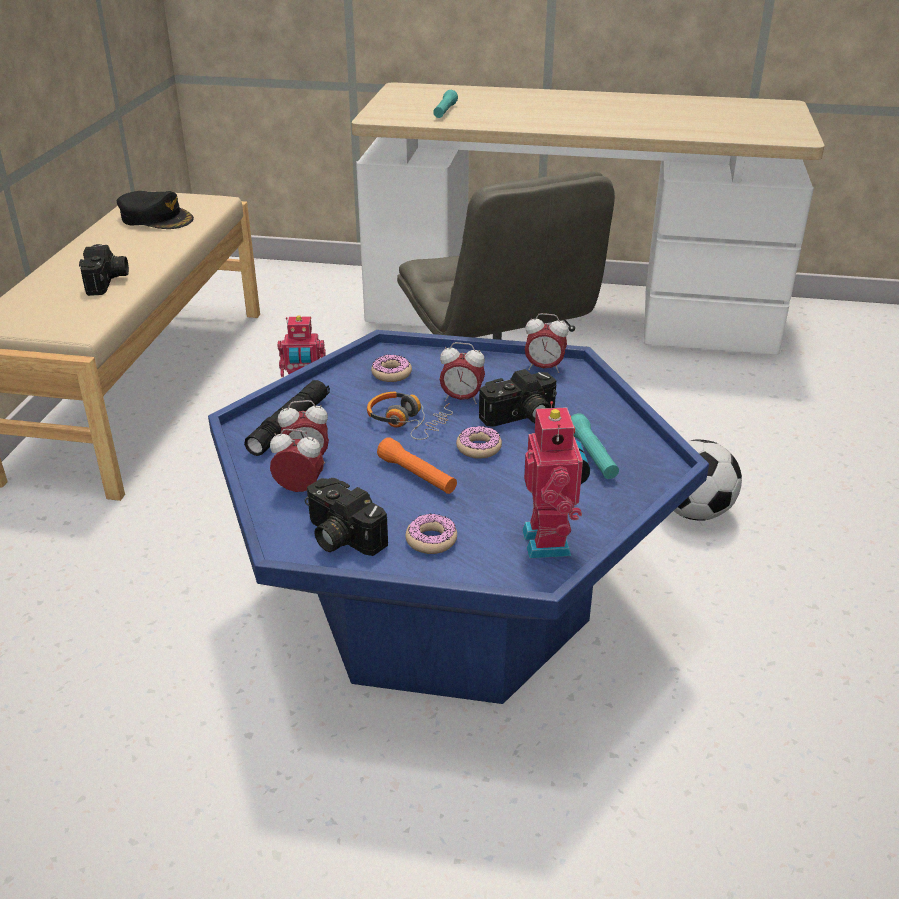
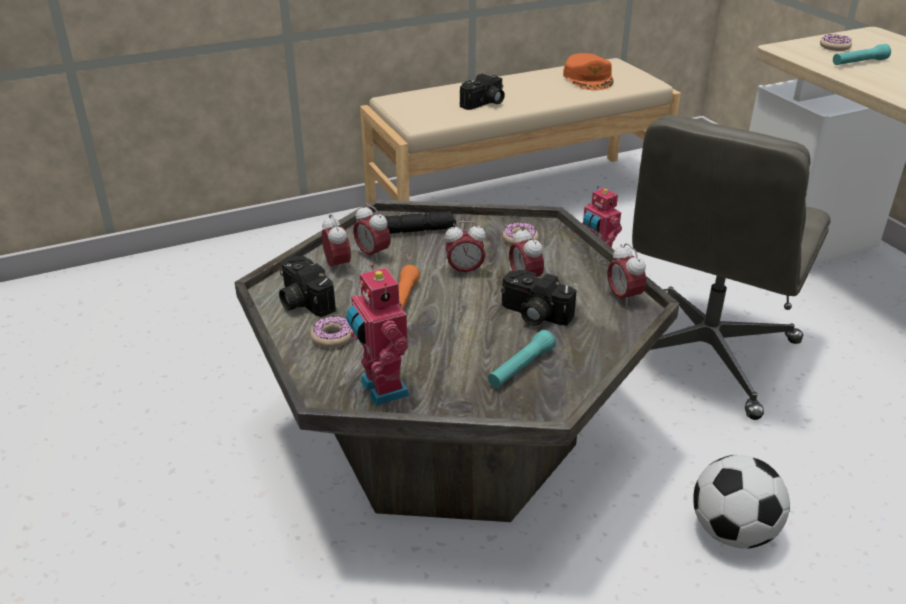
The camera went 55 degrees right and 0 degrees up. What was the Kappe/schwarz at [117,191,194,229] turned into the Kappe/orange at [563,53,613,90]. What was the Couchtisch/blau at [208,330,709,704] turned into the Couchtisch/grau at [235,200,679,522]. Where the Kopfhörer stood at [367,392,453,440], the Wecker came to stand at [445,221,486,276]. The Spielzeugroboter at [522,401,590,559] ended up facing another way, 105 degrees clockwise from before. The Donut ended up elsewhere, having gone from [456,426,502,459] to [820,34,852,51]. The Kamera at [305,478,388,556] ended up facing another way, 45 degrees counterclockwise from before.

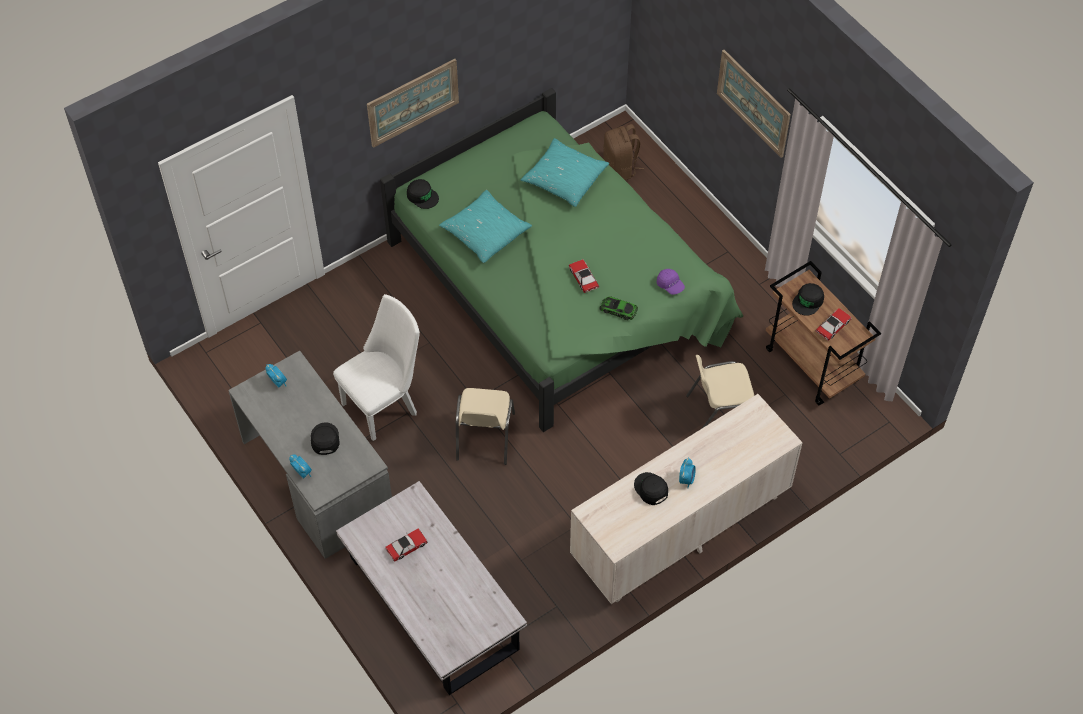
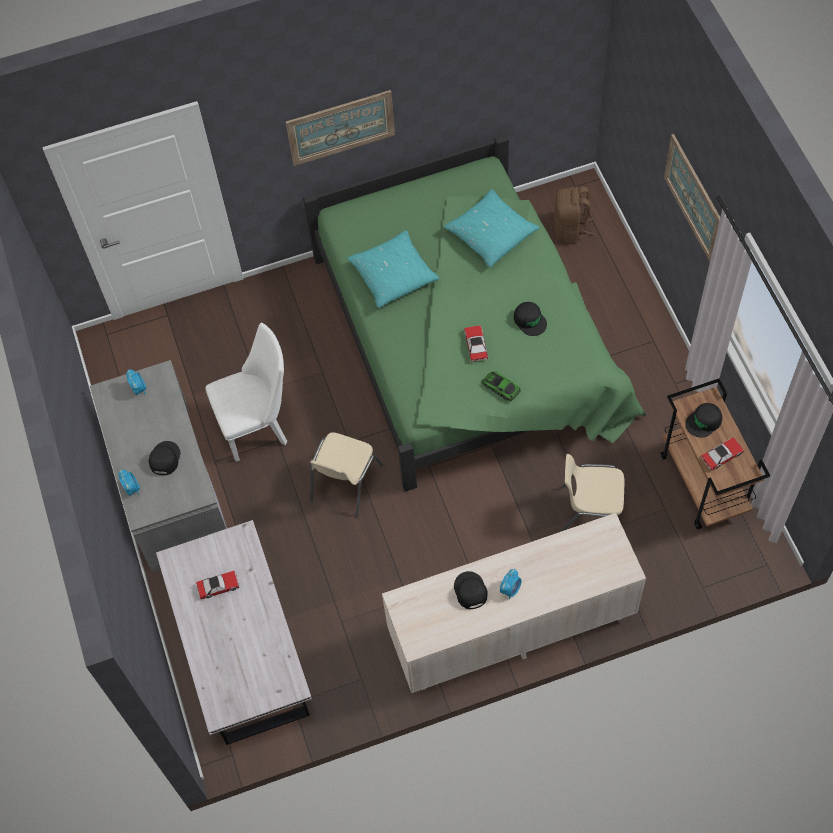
The camera went 20 degrees right and 5 degrees up. The Kappe/schwarz ended up elsewhere, having gone from [407,179,439,209] to [514,302,547,336]. The second view lost the Kappe/lila at [657,269,685,295].

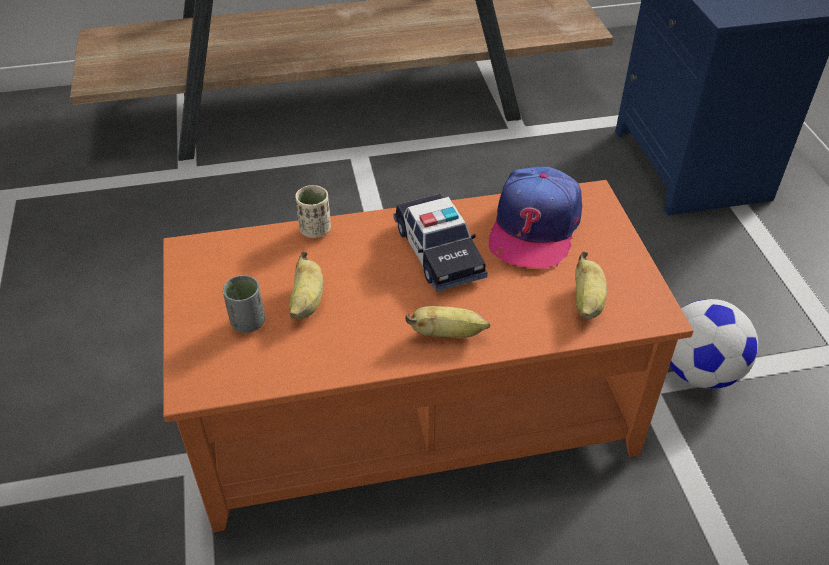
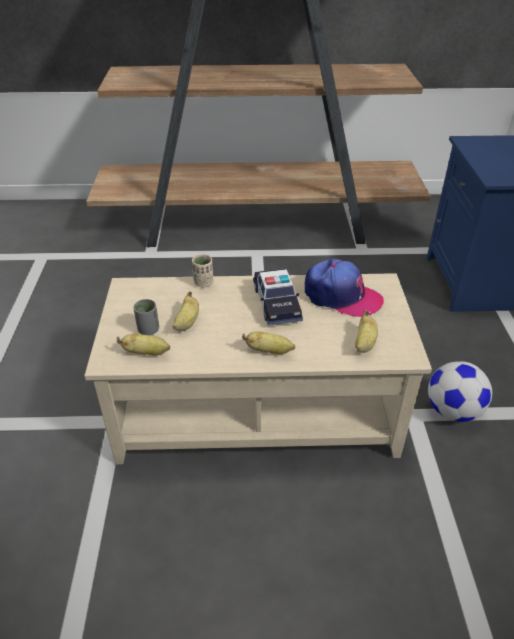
The camera went 10 degrees right and 5 degrees down. The Kappe at [489,166,582,269] ended up facing another way, 90 degrees counterclockwise from before. What was the Couchtisch/orange at [163,180,693,532] turned into the Couchtisch/beige at [84,273,432,465]. The second view gained the Banane at [117,334,170,355].

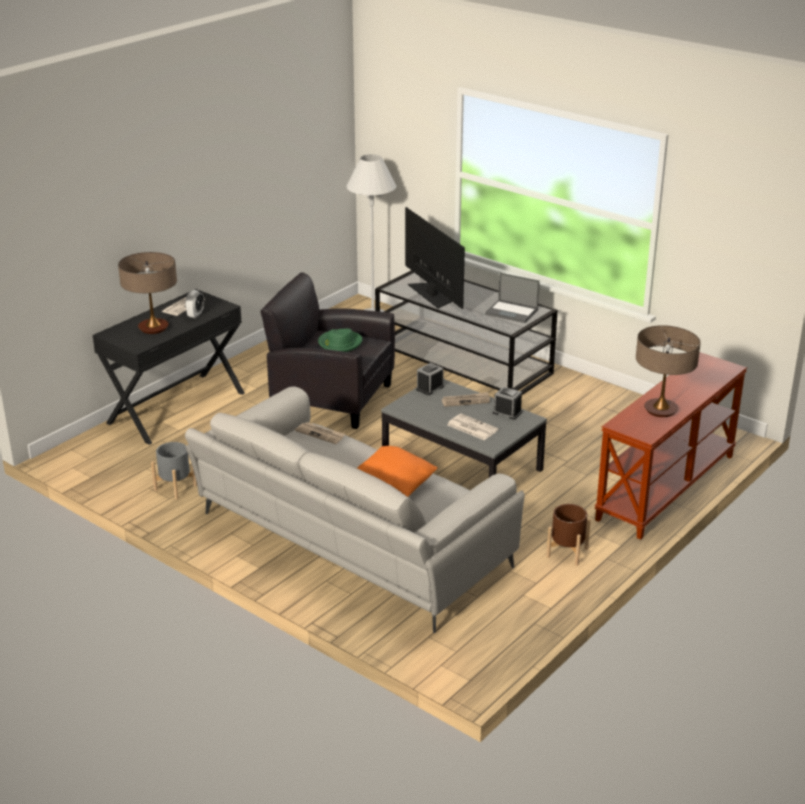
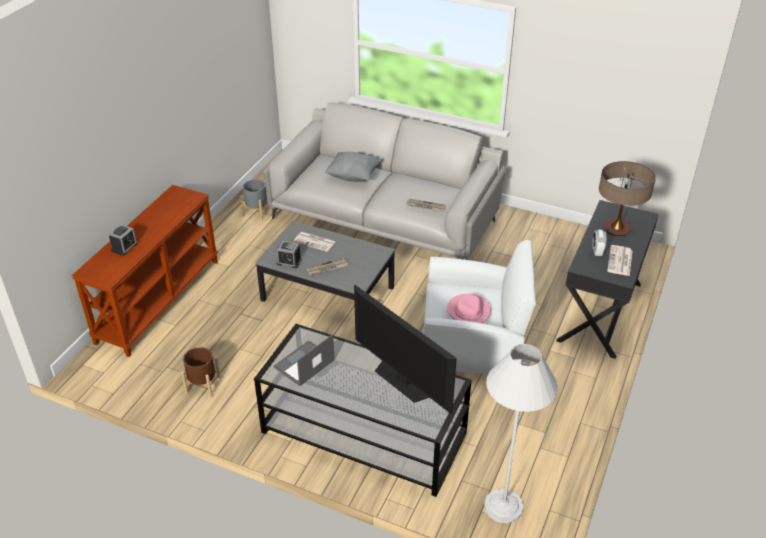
The camera went 165 degrees right and 10 degrees up. What was the Sessel/schwarz at [261,272,395,429] turned into the Sessel/weiß at [423,240,536,374]. The Laptop at [485,273,540,323] ended up facing another way, 60 degrees counterclockwise from before. The second view lost the Tischlampe at [636,325,701,417]. What was the Hut/grün at [318,329,362,352] turned into the Hut/rosa at [447,294,491,323]. The Wecker ended up elsewhere, having gone from [416,363,444,395] to [108,224,138,256]. The Pflanzkübel/grau ended up elsewhere, having gone from [151,442,197,499] to [240,179,272,220]. What was the Kissen/orange at [357,446,438,497] turned into the Kissen/grau at [325,152,383,182]. The Pflanzkübel/braun ended up elsewhere, having gone from [546,504,591,566] to [181,347,221,398].

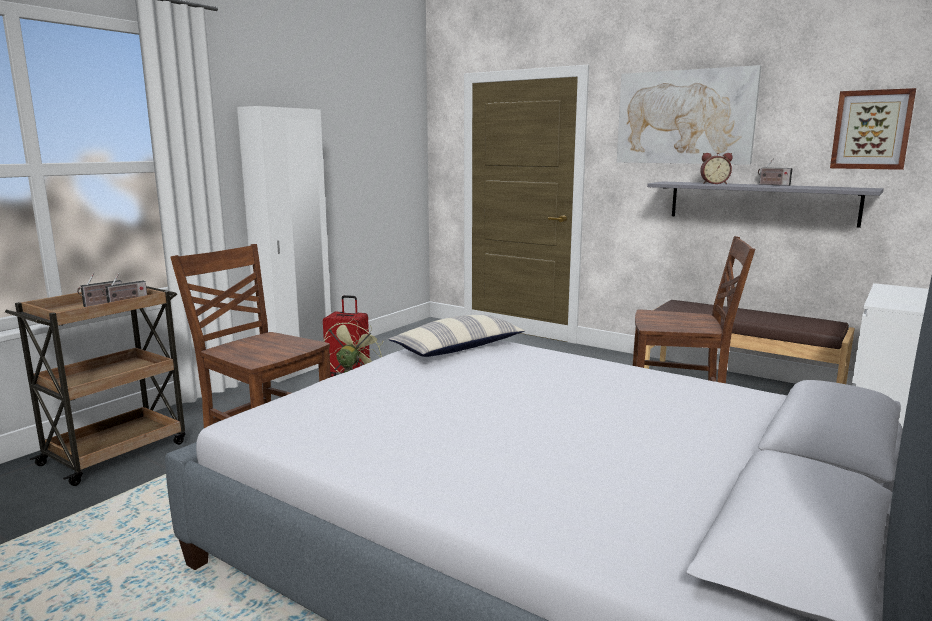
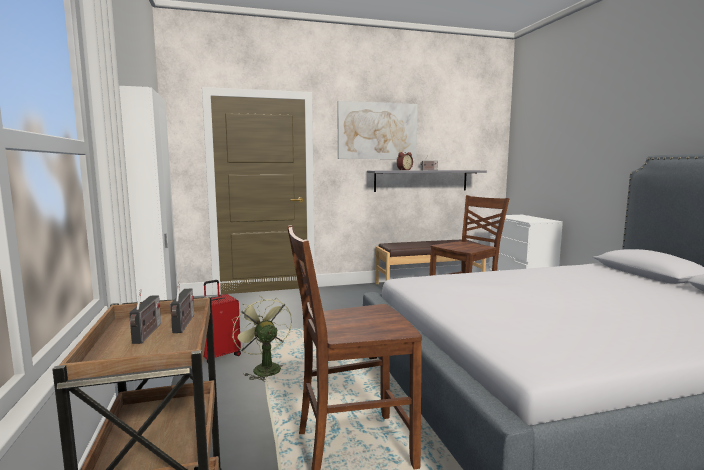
The camera went 50 degrees left and 5 degrees down. The second view lost the Bild at [830,88,916,170]. The second view lost the Kissen at [388,315,525,357].

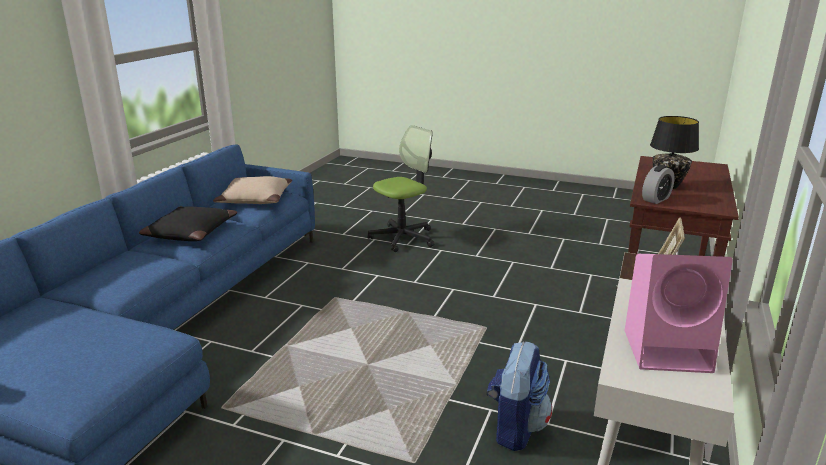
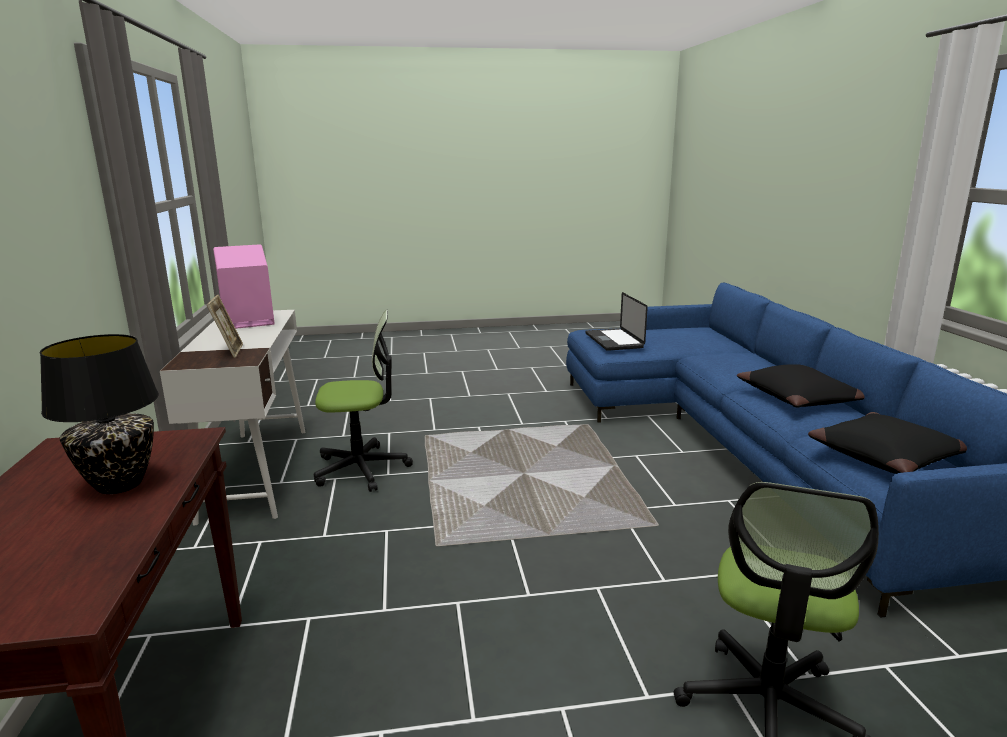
The camera went 150 degrees right and 5 degrees down. The second view lost the Wecker at [642,165,675,204]. What was the Kissen/beige at [213,176,292,204] turned into the Kissen/schwarz at [808,412,967,474]. Where the Rucksack stood at [487,341,552,451], the Bürostuhl came to stand at [314,310,413,492]. The second view gained the Laptop at [585,292,648,351].

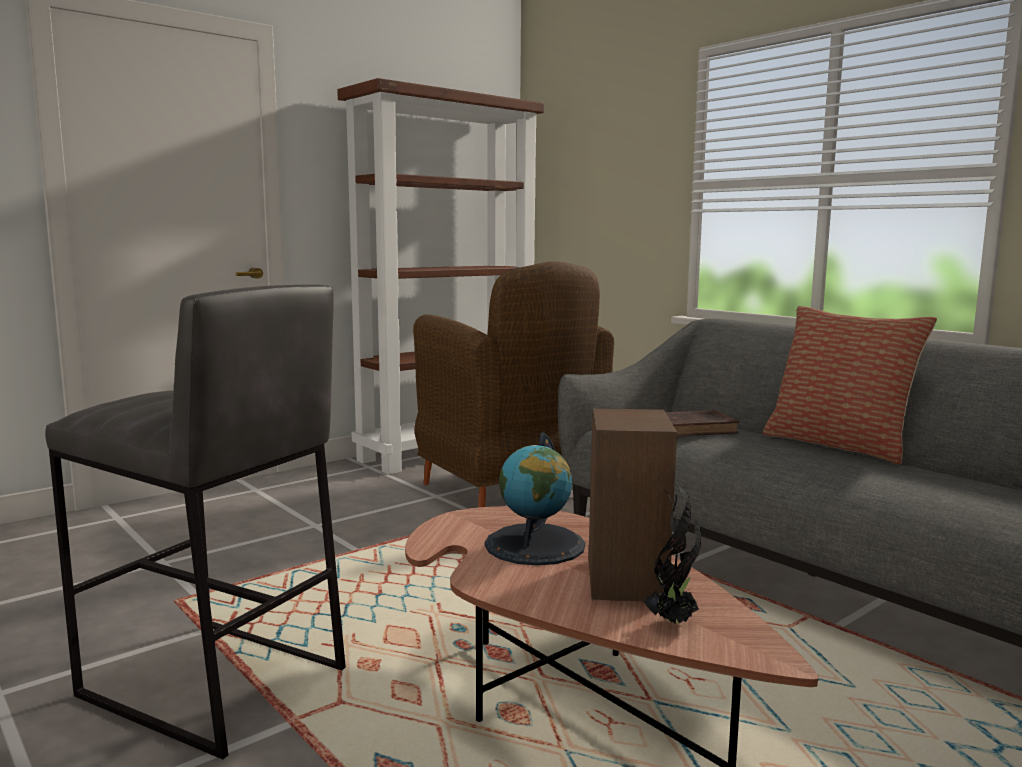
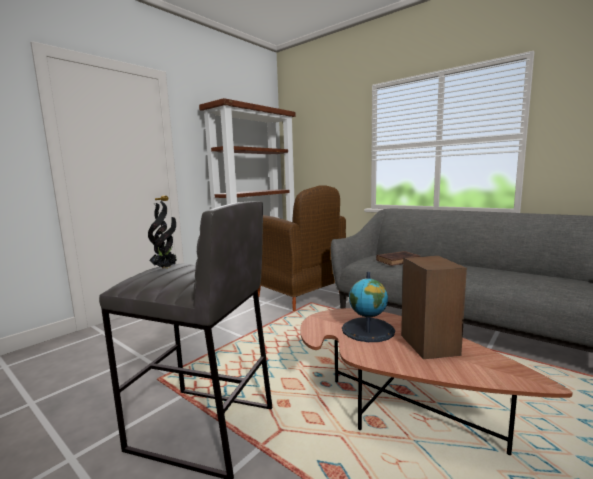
The camera went 10 degrees left and 0 degrees up. The second view lost the Kissen at [763,306,937,464]. The Topfpflanze ended up elsewhere, having gone from [643,485,701,624] to [148,201,177,269].

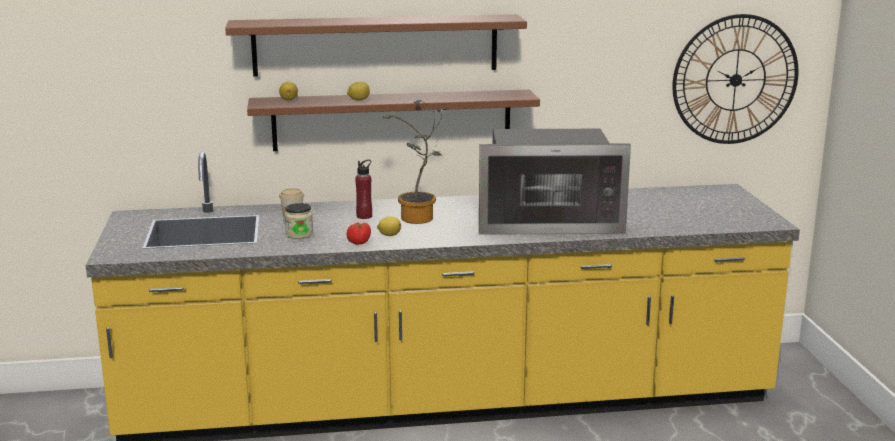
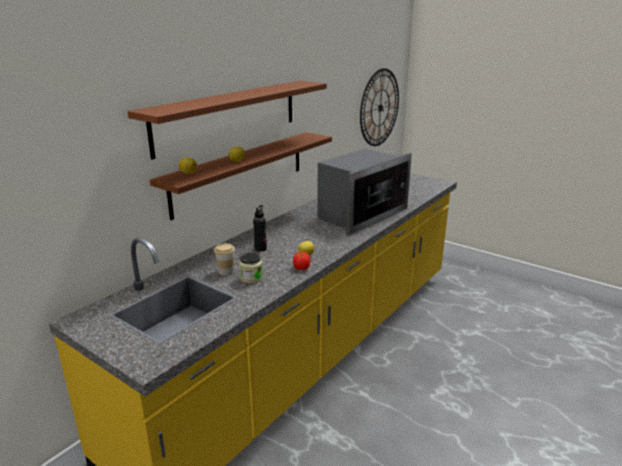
The camera went 45 degrees left and 5 degrees up. The second view lost the Topfpflanze at [383,100,446,224]. What was the Flasche/rot at [355,160,372,219] turned into the Flasche/schwarz at [253,205,267,251].

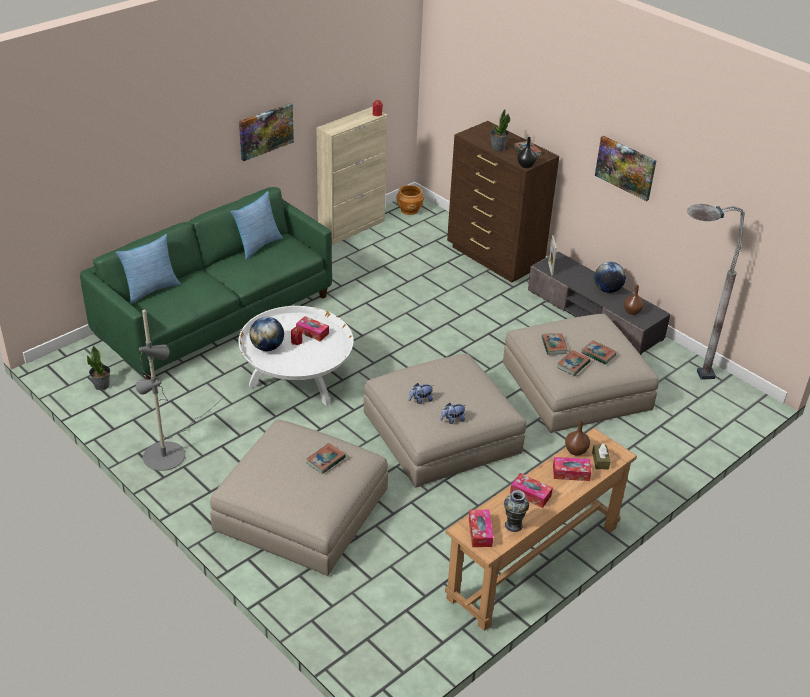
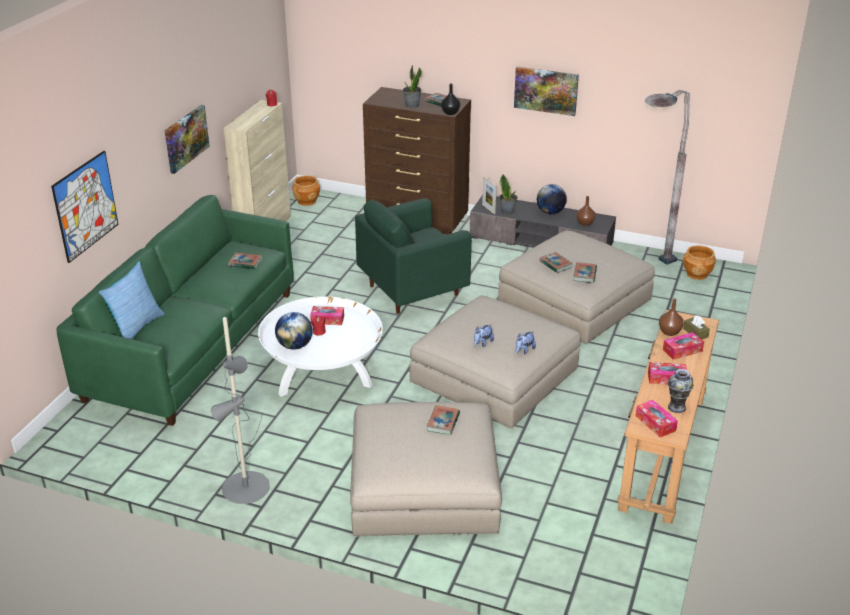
The camera went 25 degrees left and 5 degrees down. The second view lost the Kissen at [231,191,283,260]. The Buch ended up elsewhere, having gone from [581,340,617,365] to [228,252,262,269]. The Topfpflanze ended up elsewhere, having gone from [87,345,110,390] to [500,174,518,215]. The second view gained the Bild at [51,151,119,263]. The second view gained the Sessel/grün at [355,198,472,314]. The second view gained the Pflanzkübel/braun at [683,245,716,280].

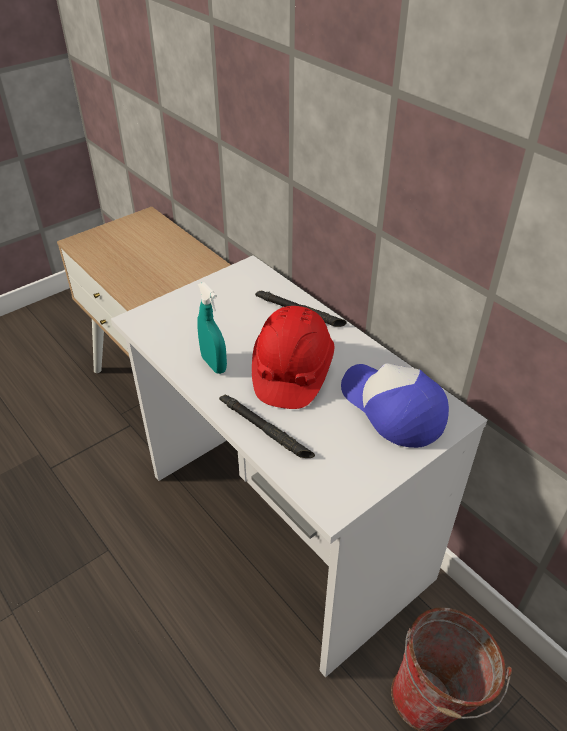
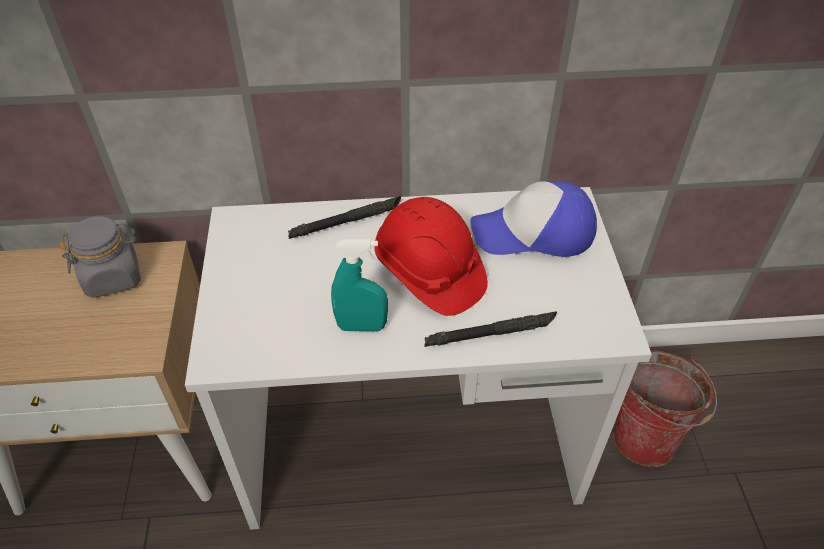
The camera went 55 degrees left and 5 degrees up. The second view gained the Vorratsglas/grau at [59,216,141,298].

